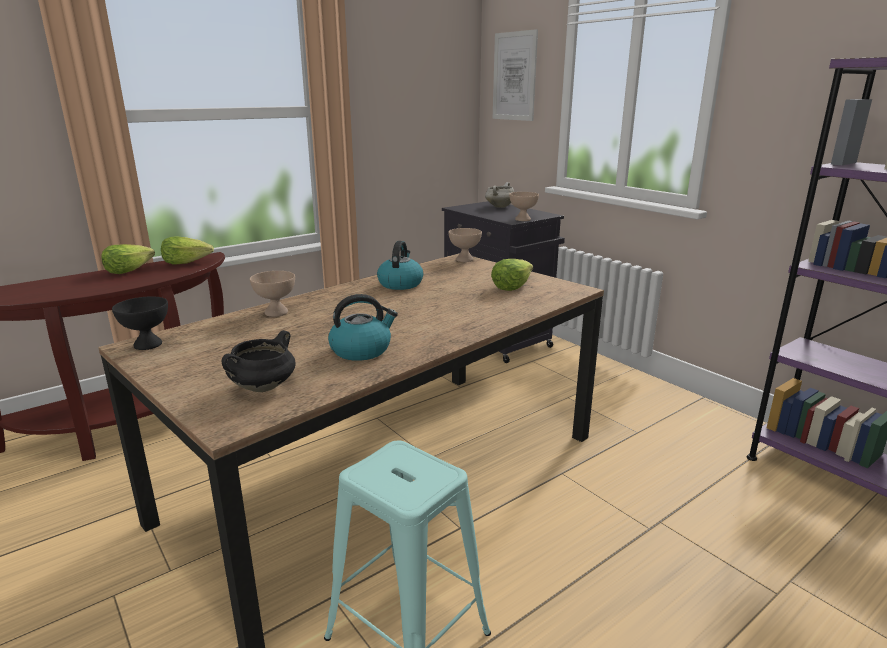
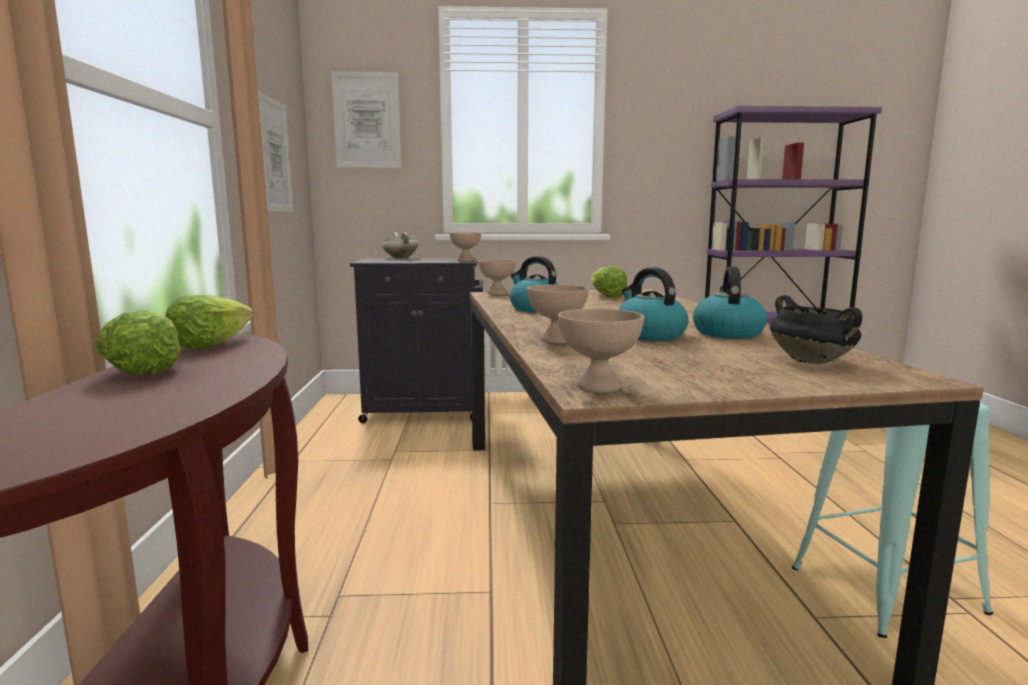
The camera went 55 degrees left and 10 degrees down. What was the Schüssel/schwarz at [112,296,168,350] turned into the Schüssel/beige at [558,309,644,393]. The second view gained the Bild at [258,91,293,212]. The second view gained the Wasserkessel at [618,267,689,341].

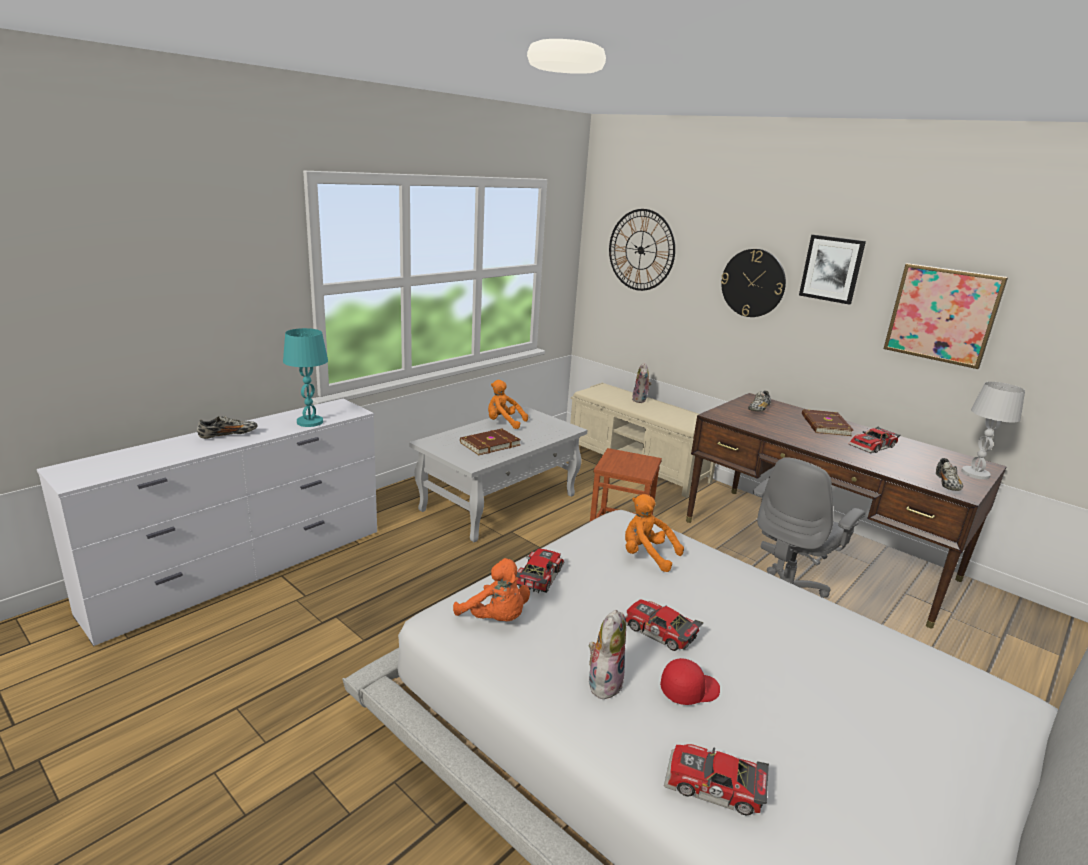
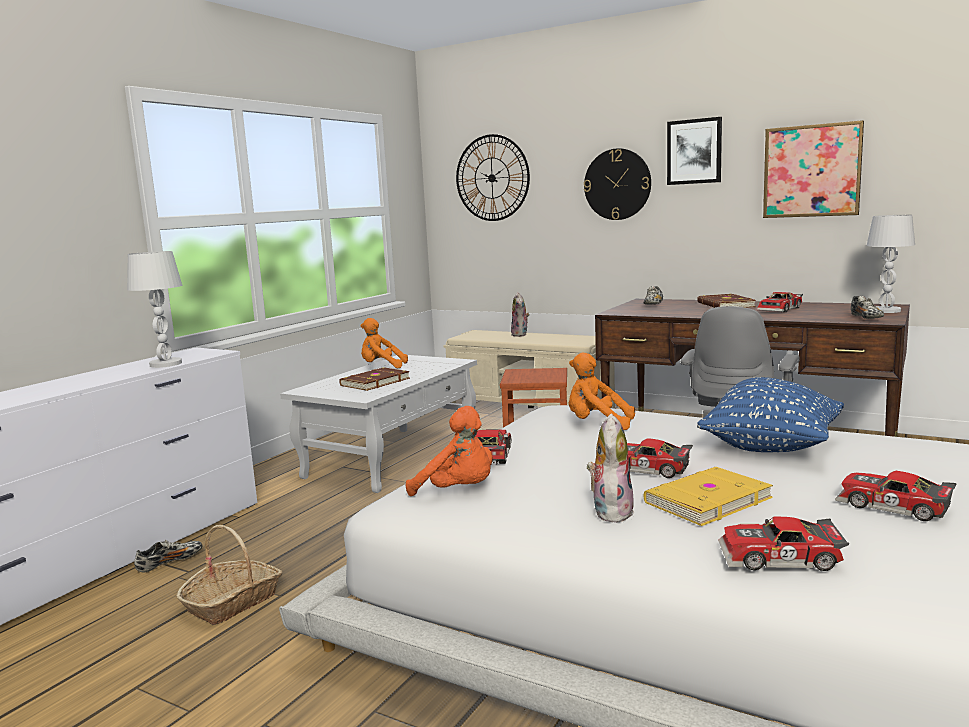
The camera went 10 degrees left and 10 degrees down. What was the Tischlampe/türkis at [283,328,328,427] turned into the Tischlampe/weiß at [127,251,182,368]. The Schuh ended up elsewhere, having gone from [197,416,257,439] to [134,540,202,573]. Where the Kappe/rot stood at [660,658,720,705], the Buch/gelb came to stand at [644,467,773,526]. The second view gained the Kissen/blau at [697,377,844,452]. The second view gained the Spielzeugauto at [835,471,956,521]. The second view gained the Korb at [177,525,282,625].

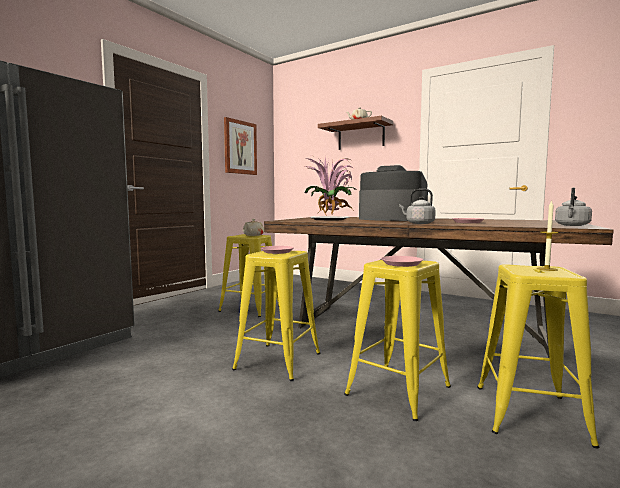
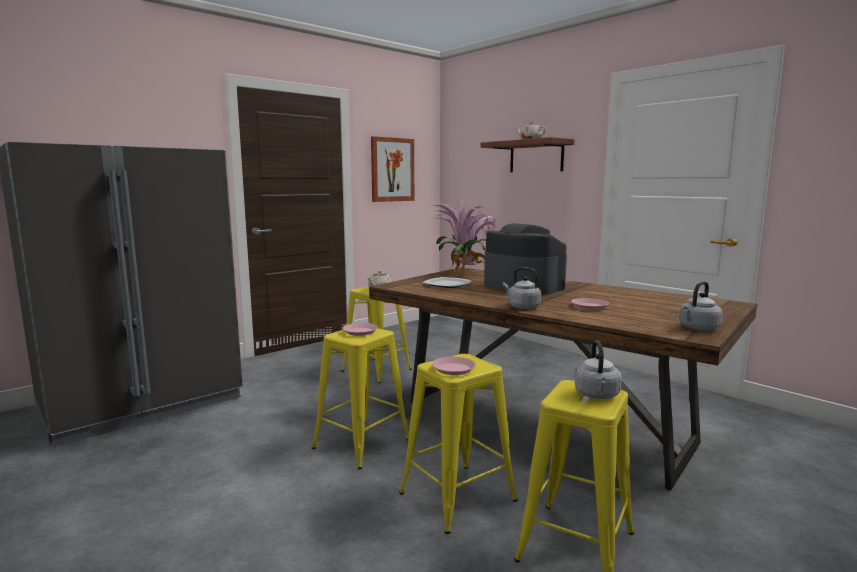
The camera went 15 degrees right and 5 degrees up. Where the Kerze stood at [536,200,559,271], the Wasserkessel/grau came to stand at [575,340,622,399].

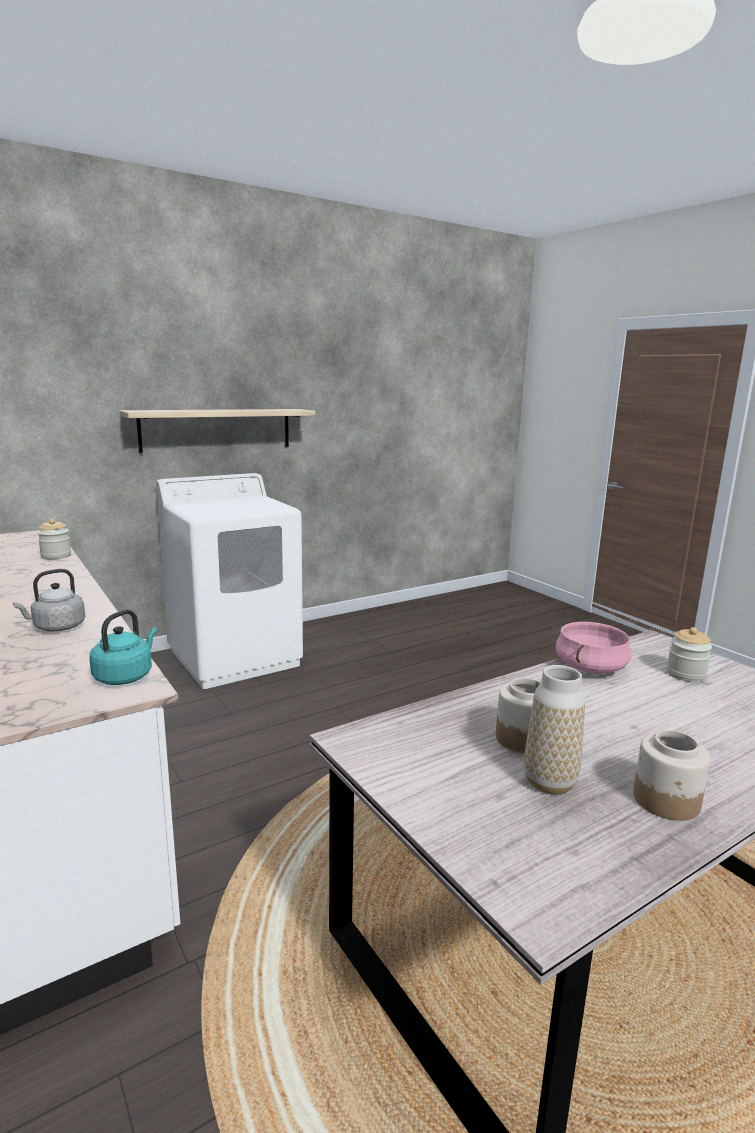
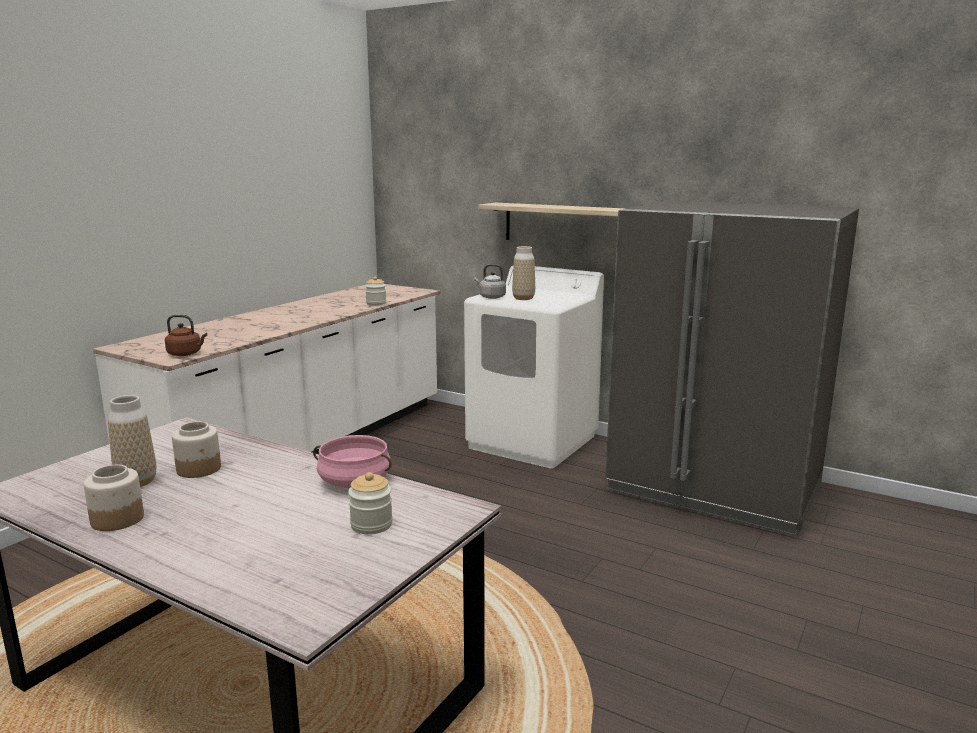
The camera went 65 degrees right and 0 degrees up. The Wasserkessel/grau ended up elsewhere, having gone from [13,569,85,632] to [474,264,506,299]. What was the Wasserkessel/türkis at [89,610,157,685] turned into the Wasserkessel/braun at [165,315,207,356]. The second view gained the Kühlschrank/grau at [605,200,859,536]. The second view gained the Vase at [512,246,535,300].

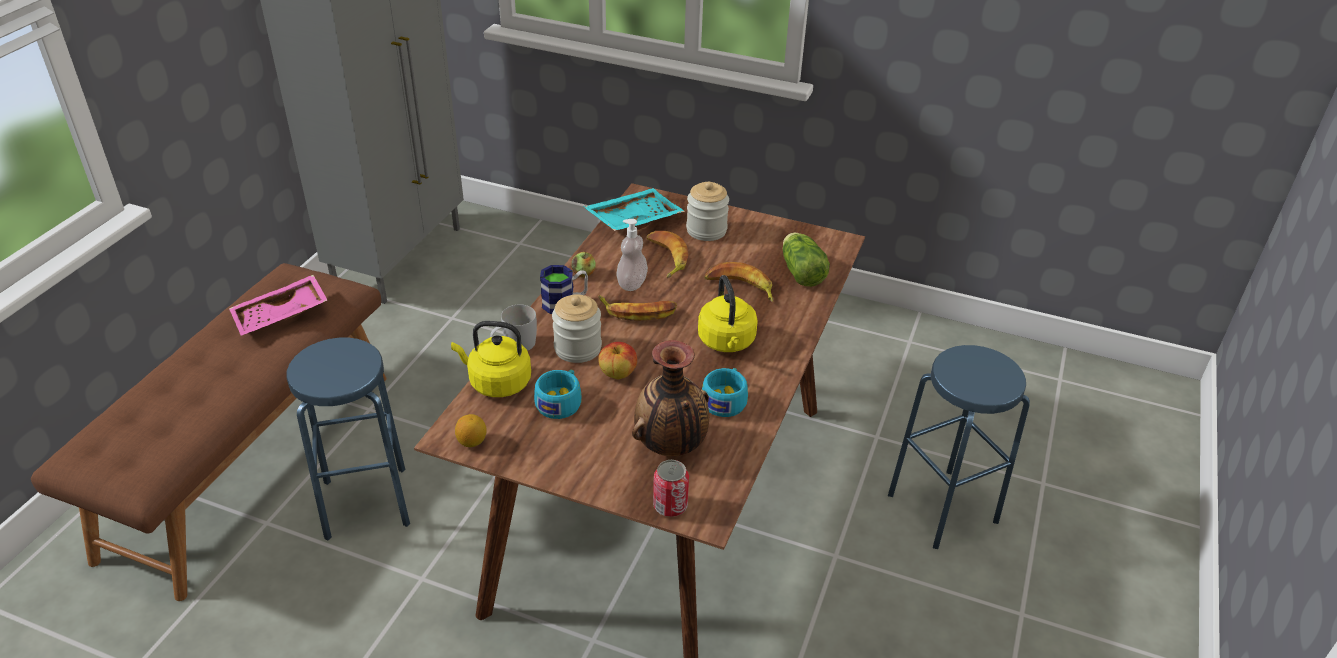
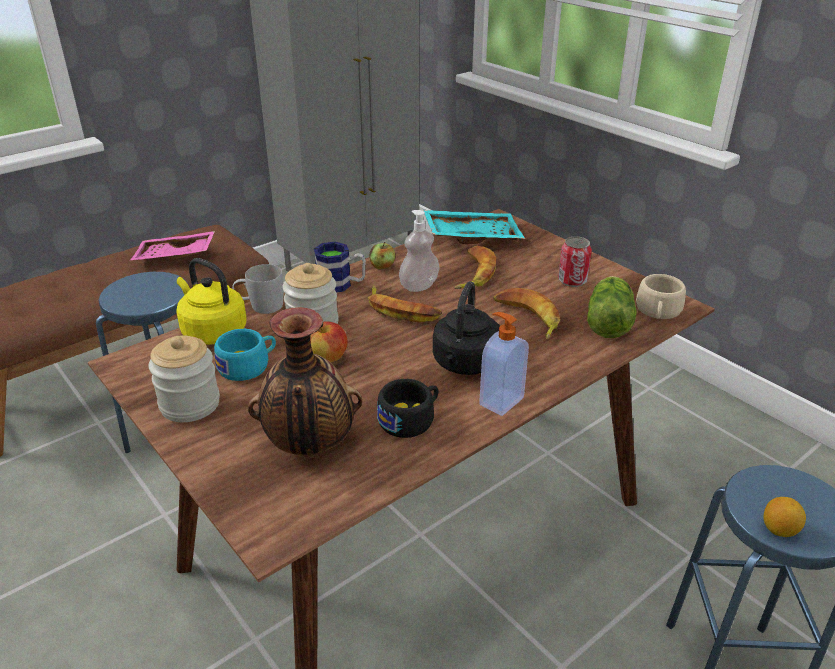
The camera went 30 degrees right and 5 degrees down. The Vorratsglas ended up elsewhere, having gone from [686,182,729,241] to [149,335,220,422]. What was the Wasserkessel/gelb at [698,275,758,352] turned into the Wasserkessel/schwarz at [433,281,500,375]. What was the Tasse/türkis at [702,368,748,417] turned into the Tasse/schwarz at [377,379,438,438]. The Zitrone ended up elsewhere, having gone from [455,414,487,447] to [764,497,806,537]. The Dose ended up elsewhere, having gone from [653,460,689,517] to [558,237,592,287]. The second view gained the Tasse/beige at [636,274,686,319]. The second view gained the Seifenspender at [479,312,529,416].

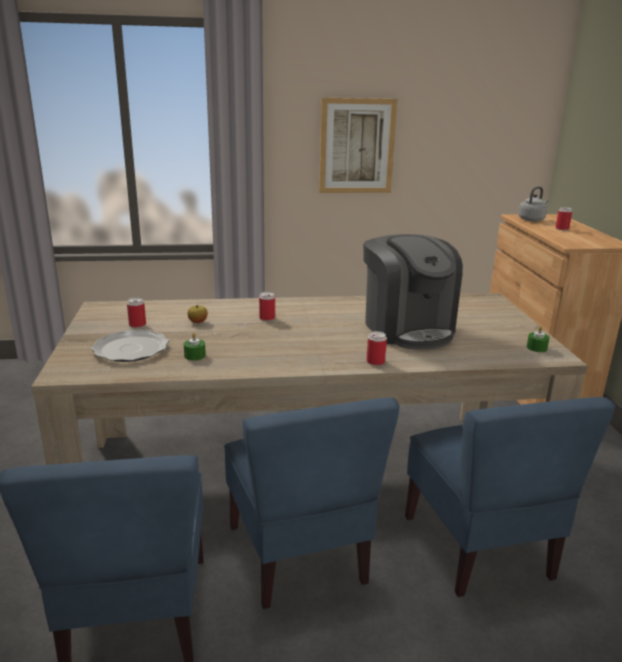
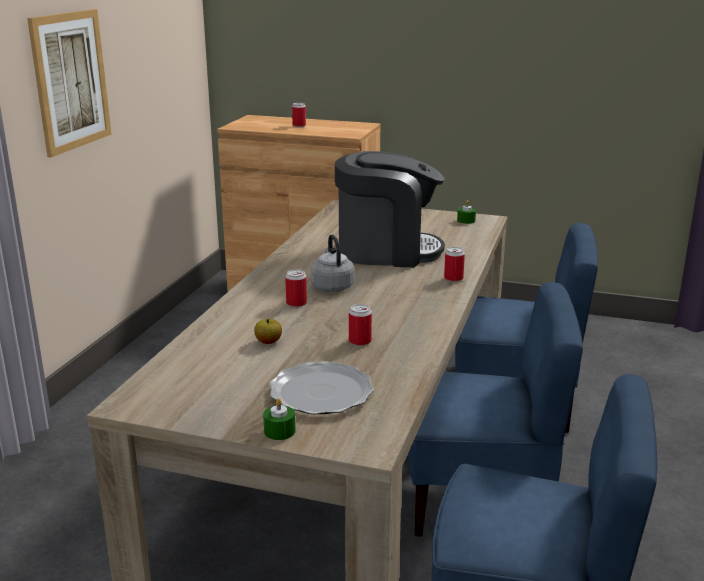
The camera went 65 degrees left and 0 degrees up. The Wasserkessel/grau ended up elsewhere, having gone from [518,187,548,221] to [311,234,354,292]. The Dose ended up elsewhere, having gone from [127,297,146,328] to [349,304,372,346]. The Kerze/grün ended up elsewhere, having gone from [184,333,206,361] to [263,398,296,440].

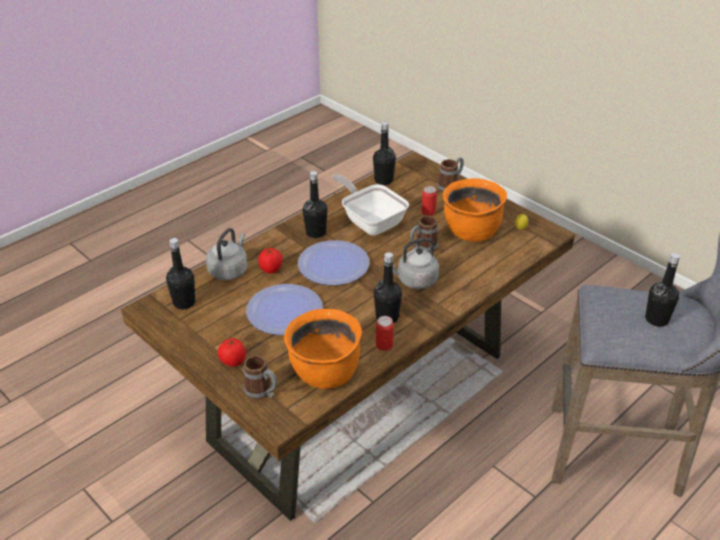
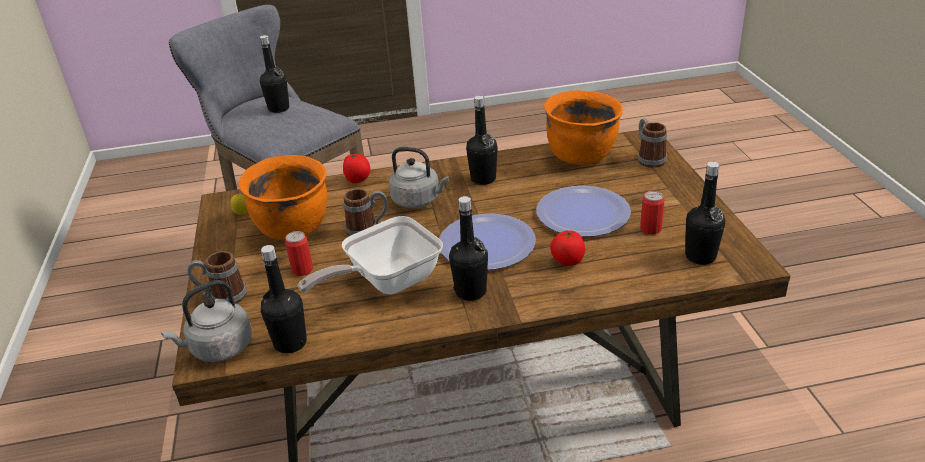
The camera went 145 degrees left and 5 degrees down. The Pfanne at [332,174,409,236] ended up facing another way, 60 degrees clockwise from before. The Wasserkessel/grau ended up elsewhere, having gone from [206,228,247,280] to [161,280,252,362]. The Dose ended up elsewhere, having gone from [376,316,394,351] to [640,191,664,235]. The Tomate ended up elsewhere, having gone from [218,338,246,367] to [343,154,370,183].

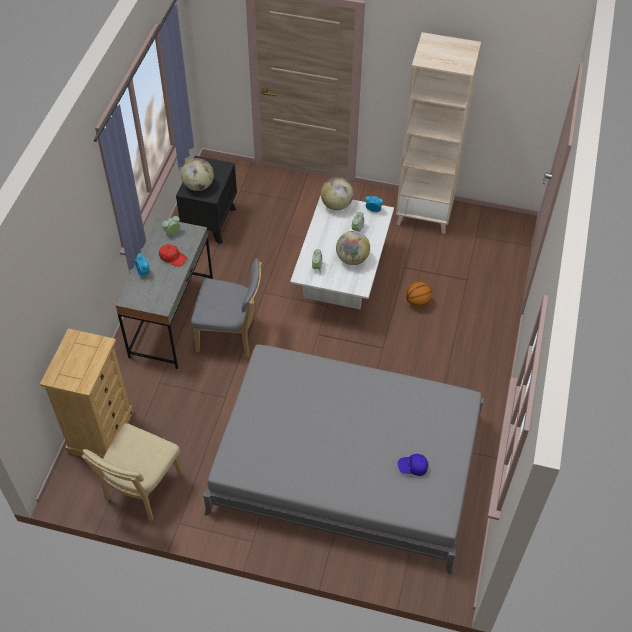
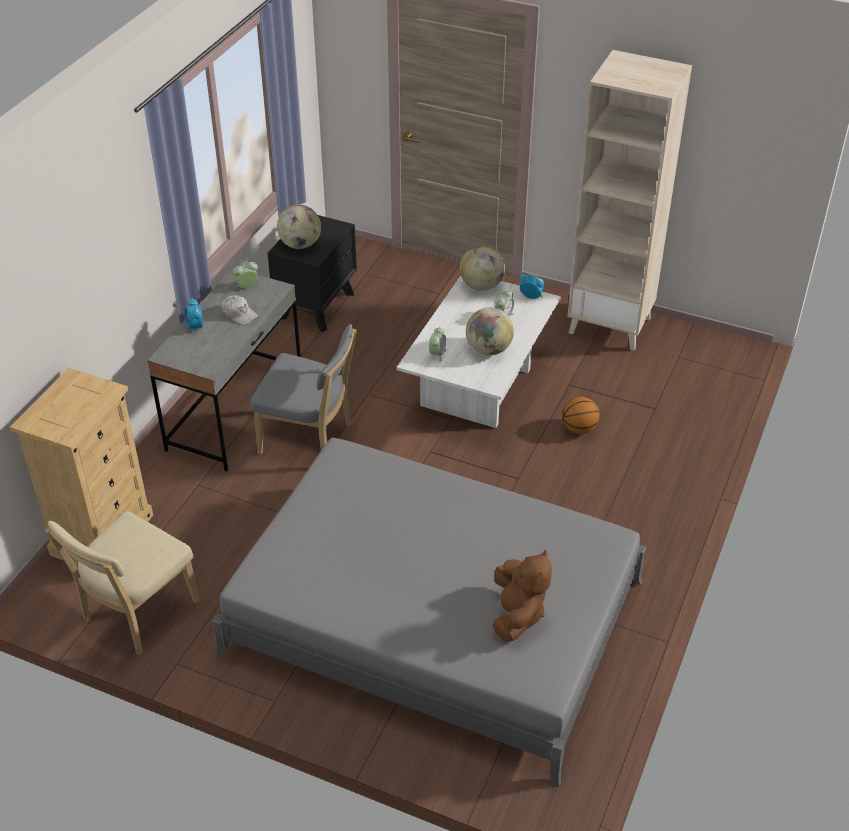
The camera went 10 degrees right and 10 degrees down. What was the Kappe/rot at [159,244,187,267] turned into the Kappe/weiß at [221,295,258,325]. Where the Kappe/blau stood at [398,454,429,476], the Plüschtier/braun came to stand at [493,549,552,642].

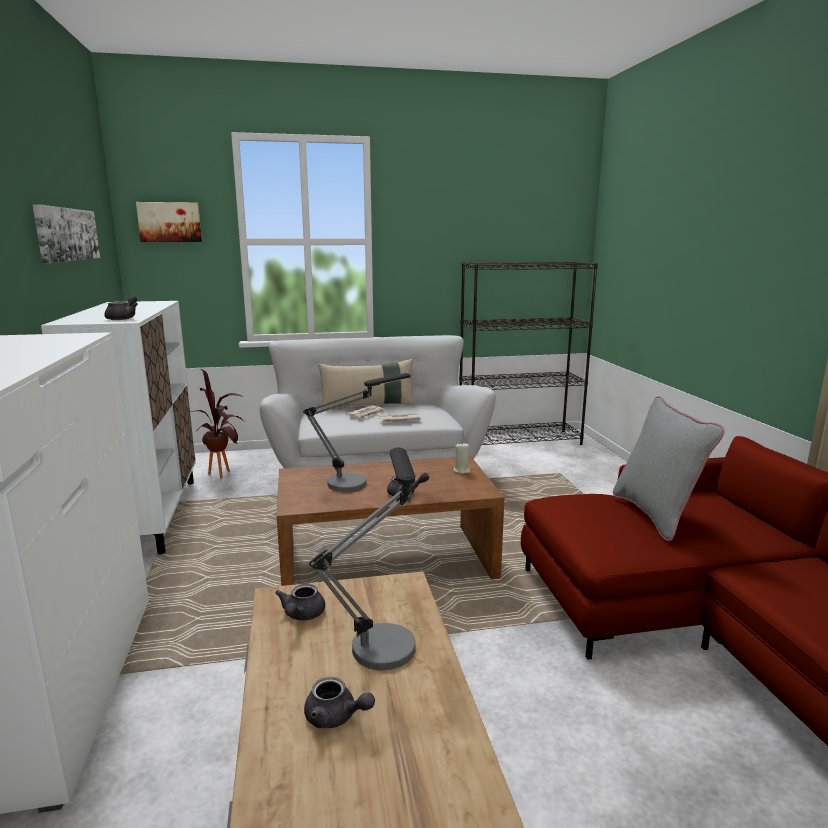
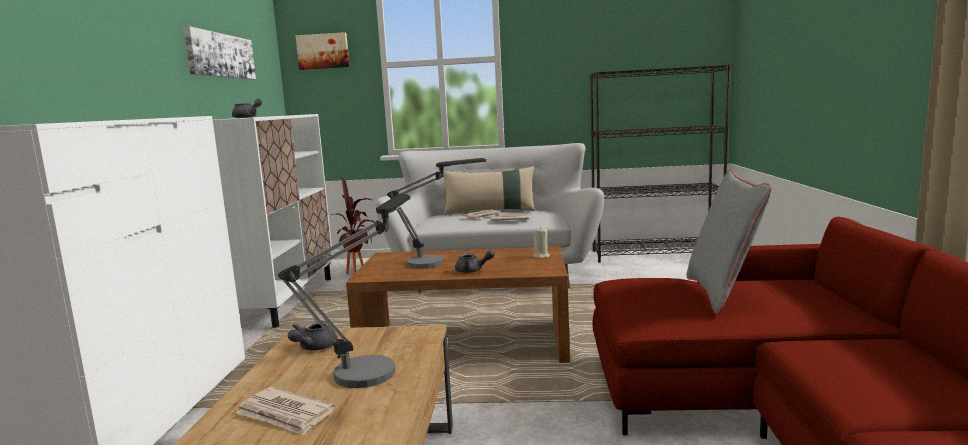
The camera went 15 degrees right and 5 degrees down. Where the Teekanne/grau stood at [304,677,375,728], the Zeitung came to stand at [236,387,335,435].

